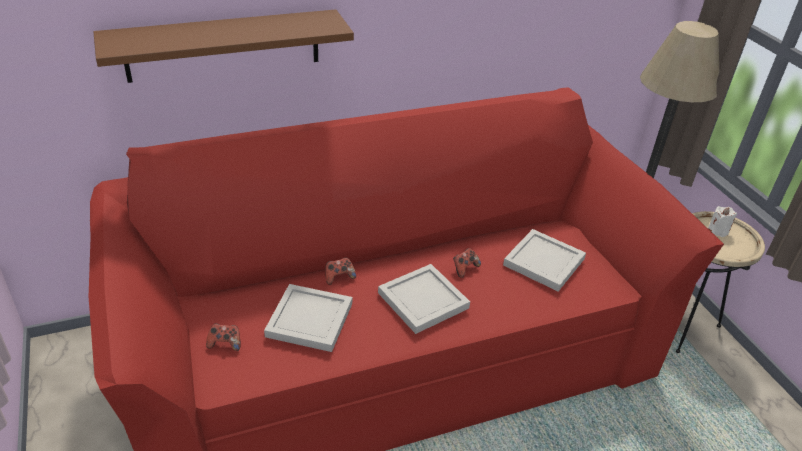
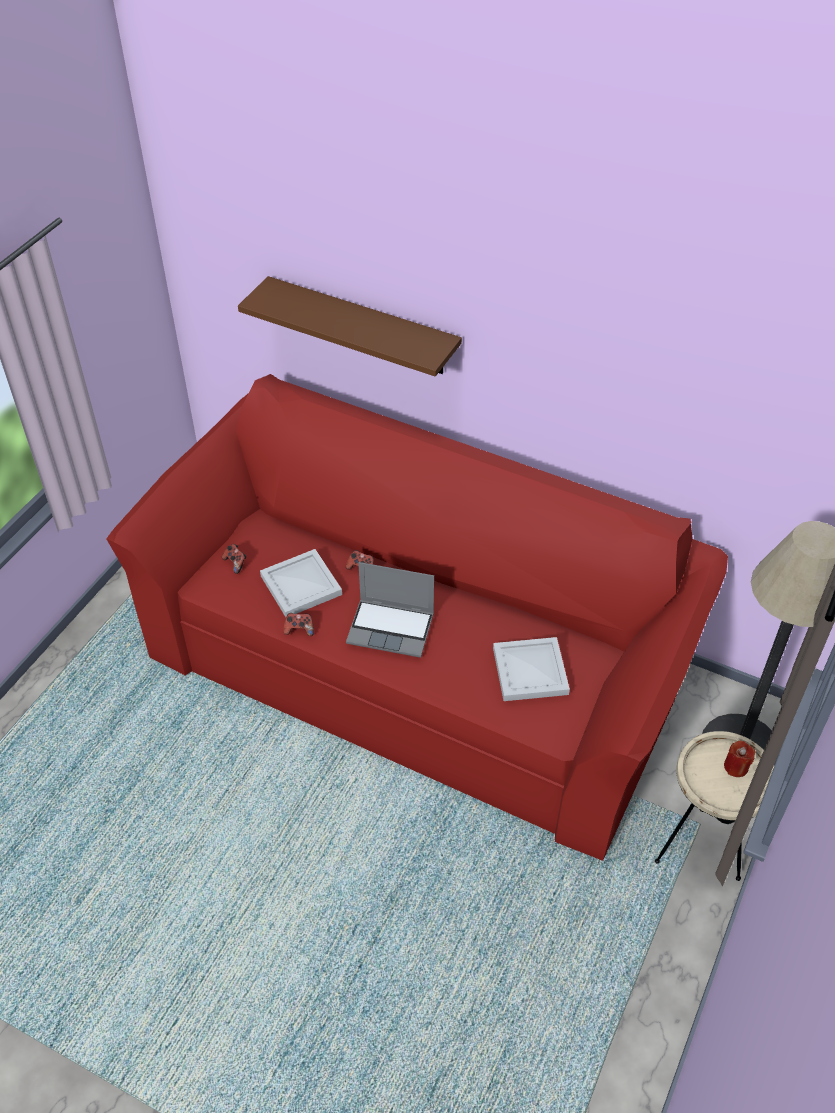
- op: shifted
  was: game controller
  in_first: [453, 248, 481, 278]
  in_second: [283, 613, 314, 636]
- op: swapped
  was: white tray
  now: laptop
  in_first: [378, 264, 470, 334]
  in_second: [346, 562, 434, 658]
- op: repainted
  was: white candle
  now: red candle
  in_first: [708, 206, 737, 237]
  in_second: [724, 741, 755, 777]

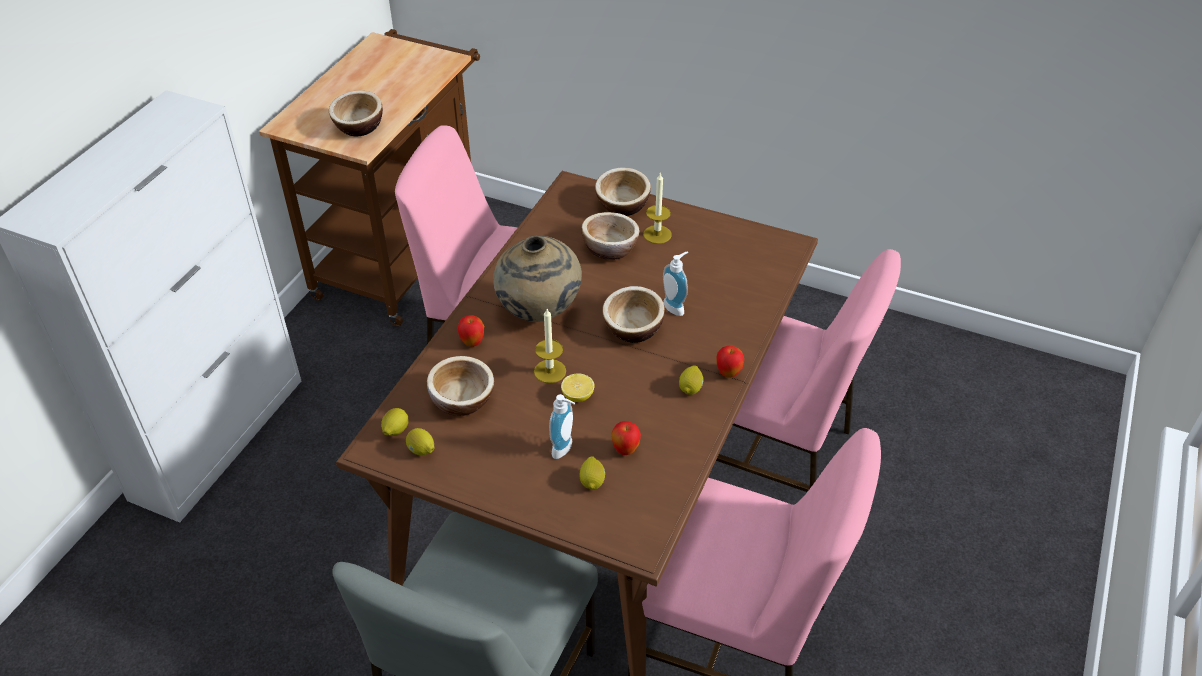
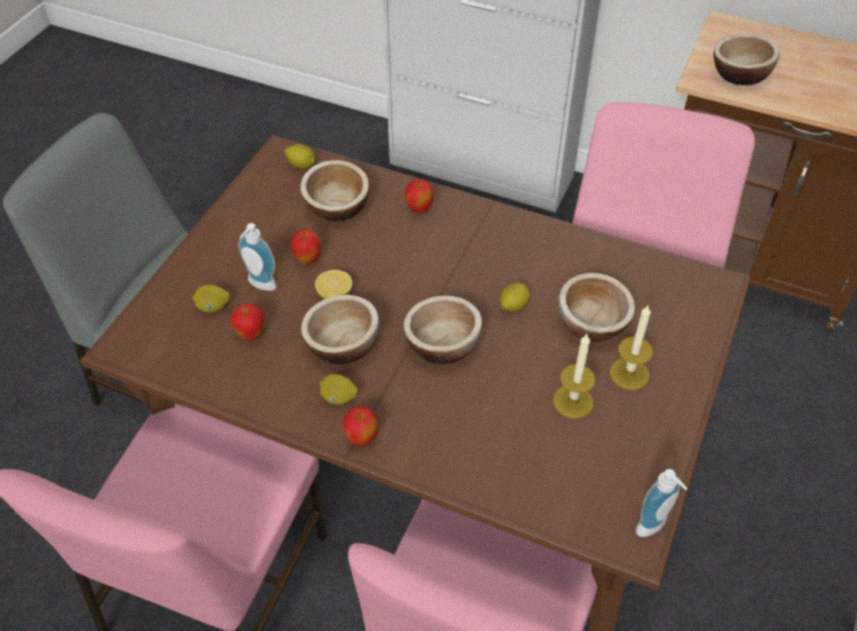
- op: new
  now: apple
  in_second: [291, 229, 321, 264]
- op: shifted
  was: bowl
  in_first: [595, 167, 651, 216]
  in_second: [301, 295, 379, 365]
- op: shifted
  was: lemon
  in_first: [406, 428, 434, 455]
  in_second: [500, 282, 530, 312]
- op: shifted
  was: candle
  in_first: [534, 309, 566, 383]
  in_second: [553, 334, 596, 419]
- op: shifted
  was: soap dispenser
  in_first: [663, 251, 688, 316]
  in_second: [636, 469, 688, 537]
- op: gone
  was: beige vase
  in_first: [493, 235, 582, 322]

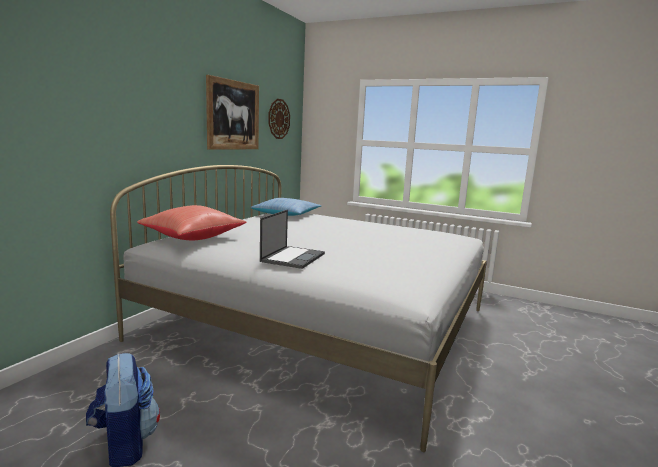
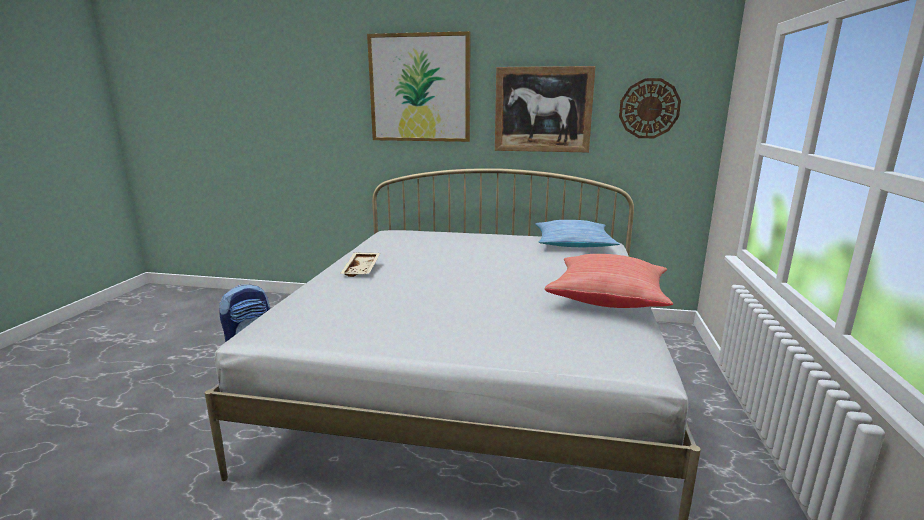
- op: swapped
  was: laptop
  now: beige tray
  in_first: [260, 210, 325, 269]
  in_second: [340, 253, 380, 277]
- op: new
  now: picture
  in_second: [367, 31, 470, 142]
- op: shifted
  was: red pillow
  in_first: [137, 205, 247, 240]
  in_second: [544, 254, 673, 308]

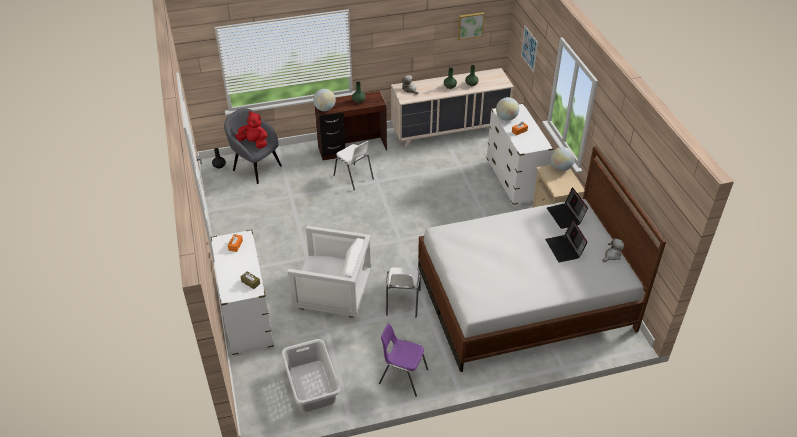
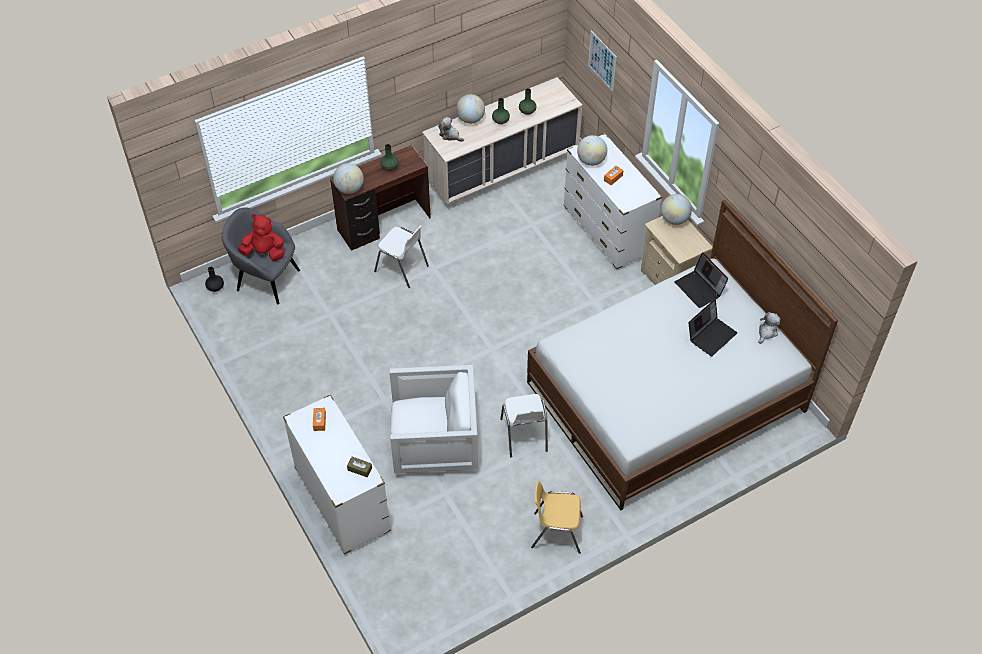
- op: new
  now: globe
  in_second: [456, 94, 485, 124]
- op: repainted
  was: purple chair
  now: yellow chair
  in_first: [379, 324, 428, 397]
  in_second: [531, 481, 583, 554]
- op: rotated
  was: laptop
  in_first: [545, 219, 588, 262]
  in_second: [688, 299, 737, 357]
  clockwise: -105
- op: gone
  was: grey laundry basket
  in_first: [281, 339, 341, 412]
- op: gone
  was: picture
  in_first: [458, 12, 485, 40]

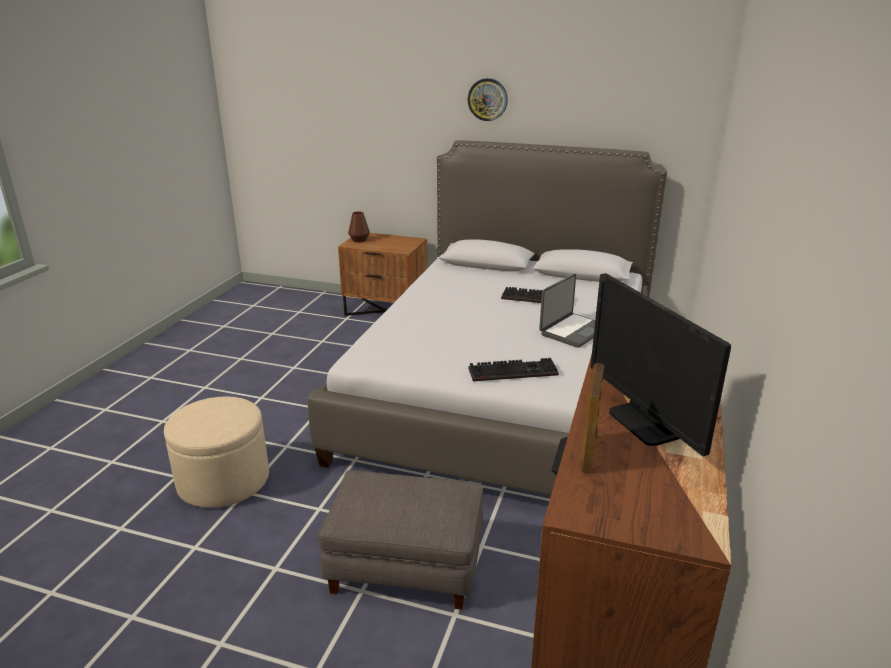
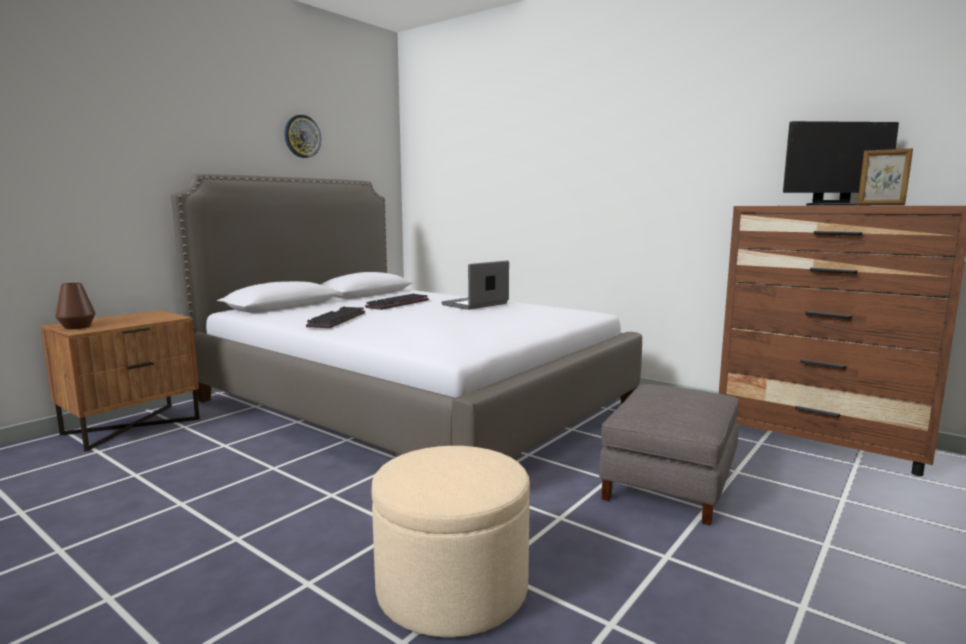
- op: shifted
  was: wall clock
  in_first: [468, 78, 508, 121]
  in_second: [284, 115, 321, 158]
- op: shifted
  was: keyboard
  in_first: [469, 358, 559, 382]
  in_second: [306, 307, 365, 328]
- op: rotated
  was: laptop
  in_first: [539, 274, 595, 348]
  in_second: [441, 261, 509, 310]
  clockwise: -105

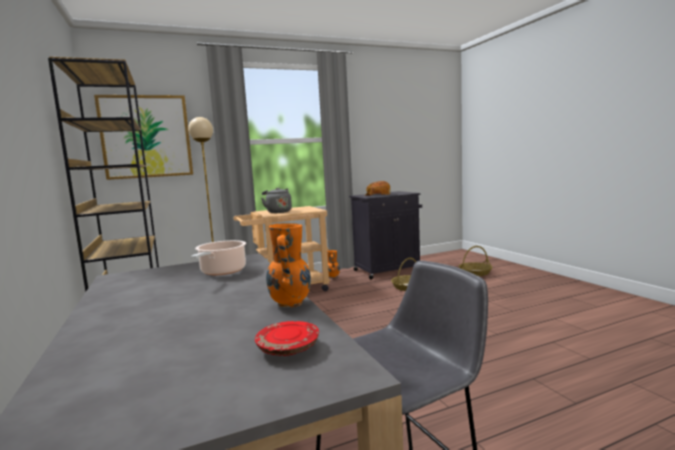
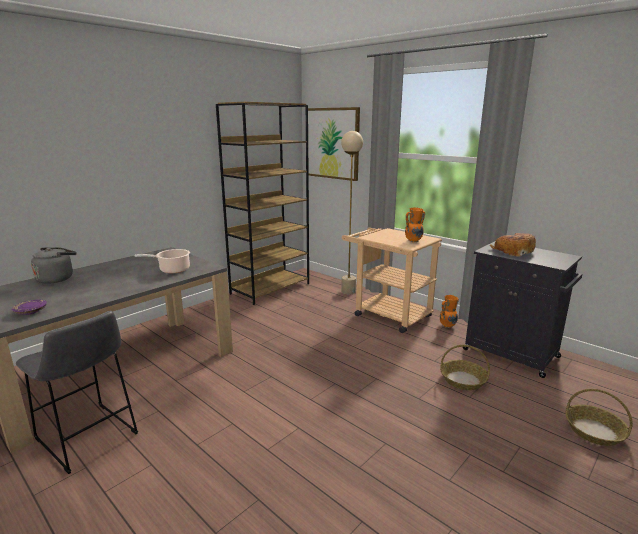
- op: repainted
  was: red plate
  now: purple plate
  in_first: [255, 321, 319, 356]
  in_second: [12, 300, 47, 315]
- op: shifted
  was: grey kettle
  in_first: [261, 188, 292, 213]
  in_second: [31, 247, 76, 284]
- op: shifted
  was: orange vase
  in_first: [266, 223, 311, 307]
  in_second: [405, 208, 425, 242]

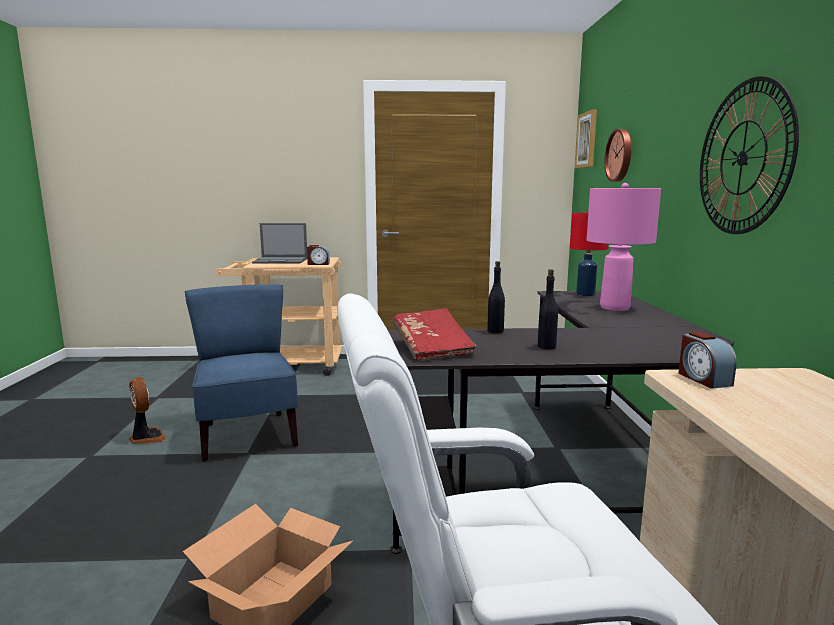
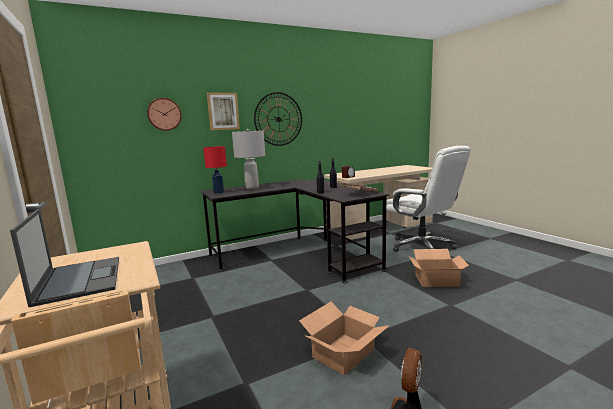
- op: shifted
  was: picture
  in_first: [575, 109, 597, 168]
  in_second: [207, 93, 240, 130]
- op: repainted
  was: pink table lamp
  now: grey table lamp
  in_first: [587, 183, 661, 311]
  in_second: [232, 129, 265, 189]
- op: swapped
  was: blue chair
  now: cardboard box
  in_first: [185, 284, 298, 462]
  in_second: [299, 302, 390, 376]
- op: gone
  was: alarm clock
  in_first: [307, 245, 330, 265]

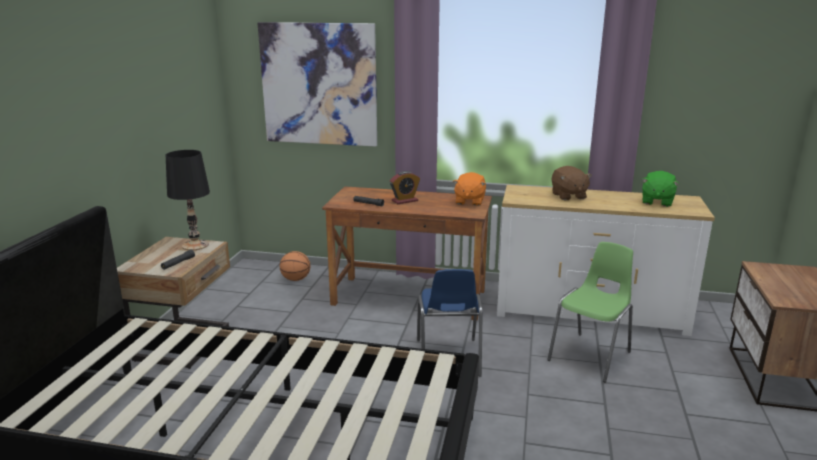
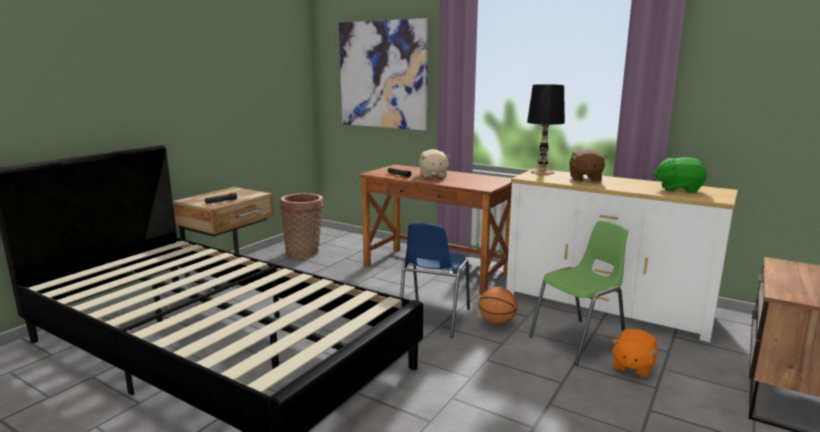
- op: new
  now: basket
  in_second: [280, 193, 323, 259]
- op: swapped
  was: alarm clock
  now: beige plush toy
  in_first: [390, 171, 420, 204]
  in_second: [419, 149, 451, 178]
- op: shifted
  was: basketball
  in_first: [280, 251, 311, 281]
  in_second: [479, 287, 517, 325]
- op: shifted
  was: black table lamp
  in_first: [166, 150, 210, 250]
  in_second: [527, 84, 565, 175]
- op: shifted
  was: orange plush toy
  in_first: [453, 172, 486, 206]
  in_second: [611, 329, 658, 378]
- op: rotated
  was: green plush toy
  in_first: [641, 171, 679, 207]
  in_second: [653, 157, 707, 193]
  clockwise: 60

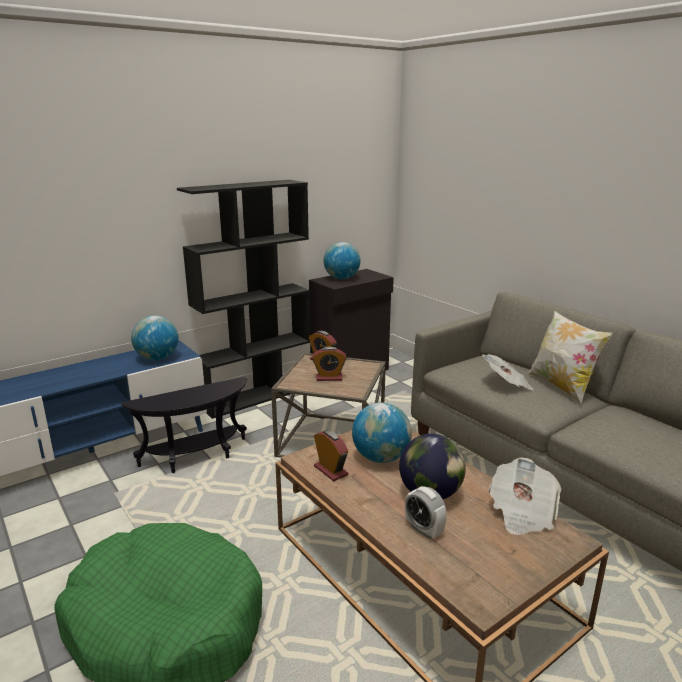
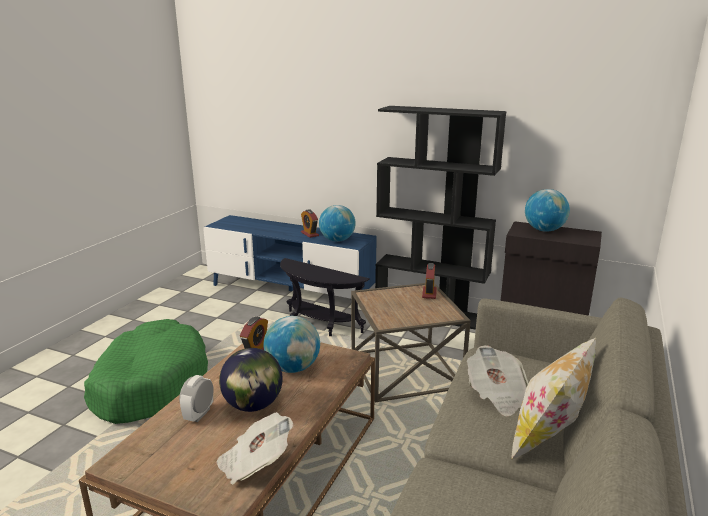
- op: shifted
  was: alarm clock
  in_first: [312, 347, 346, 381]
  in_second: [301, 209, 319, 238]

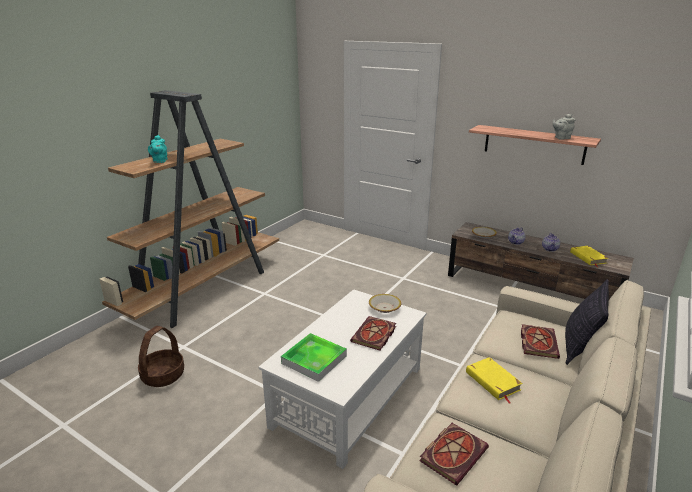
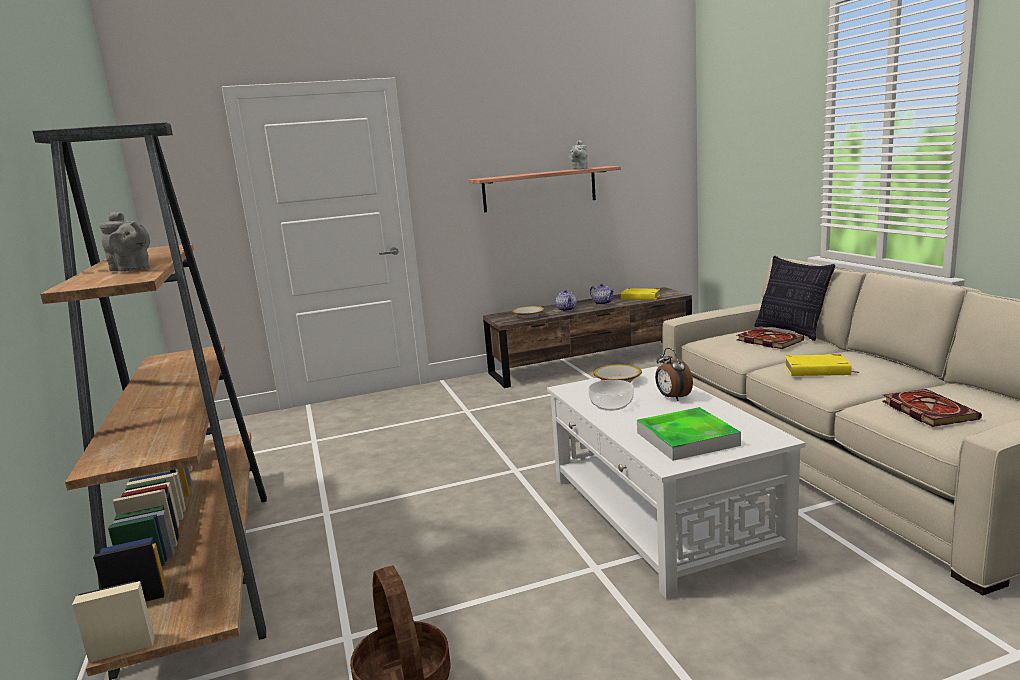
- op: repainted
  was: turquoise teapot
  now: grey teapot
  in_first: [148, 135, 168, 163]
  in_second: [100, 211, 150, 272]
- op: new
  now: bowl
  in_second: [588, 380, 634, 411]
- op: swapped
  was: book
  now: alarm clock
  in_first: [350, 316, 396, 351]
  in_second: [655, 348, 693, 401]

